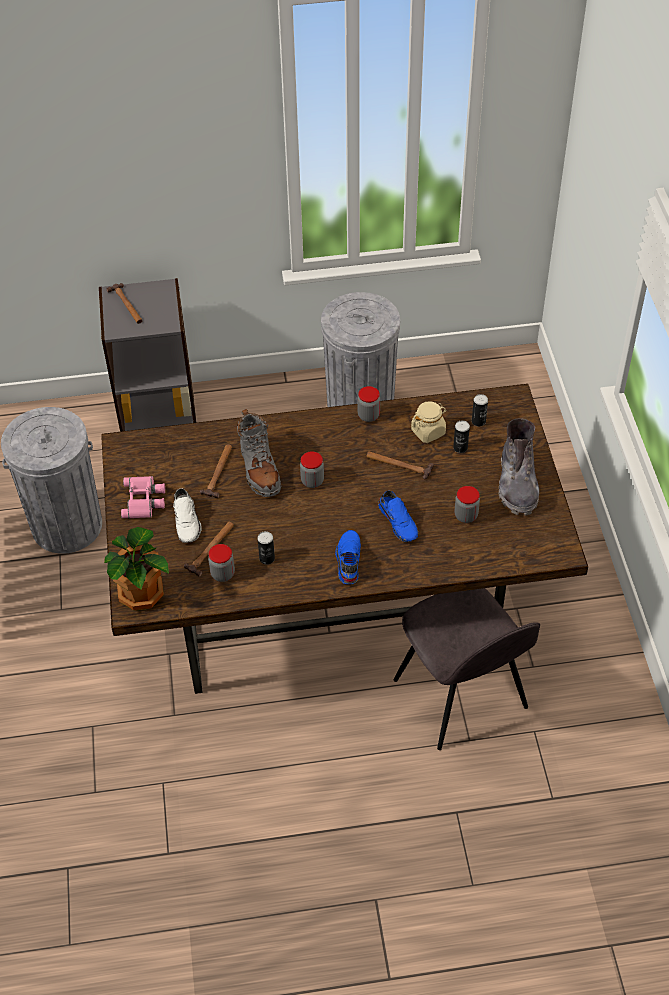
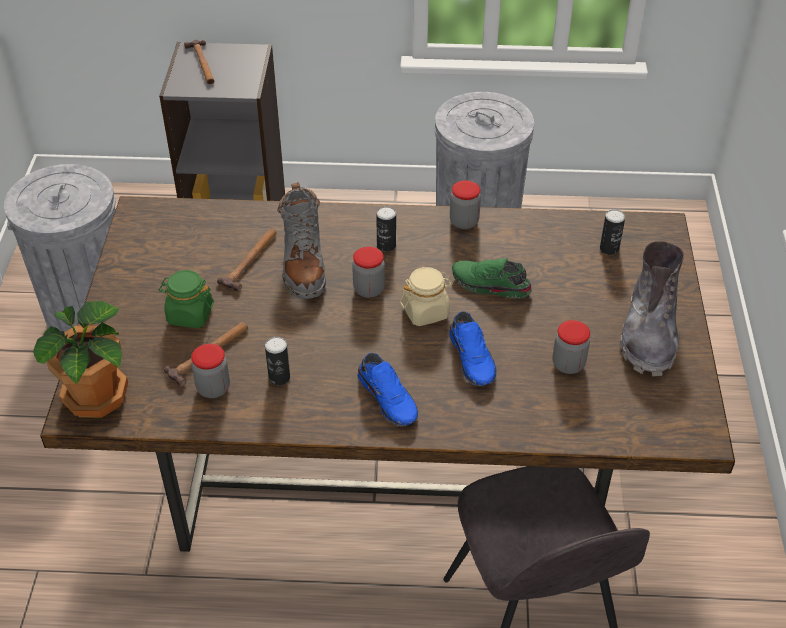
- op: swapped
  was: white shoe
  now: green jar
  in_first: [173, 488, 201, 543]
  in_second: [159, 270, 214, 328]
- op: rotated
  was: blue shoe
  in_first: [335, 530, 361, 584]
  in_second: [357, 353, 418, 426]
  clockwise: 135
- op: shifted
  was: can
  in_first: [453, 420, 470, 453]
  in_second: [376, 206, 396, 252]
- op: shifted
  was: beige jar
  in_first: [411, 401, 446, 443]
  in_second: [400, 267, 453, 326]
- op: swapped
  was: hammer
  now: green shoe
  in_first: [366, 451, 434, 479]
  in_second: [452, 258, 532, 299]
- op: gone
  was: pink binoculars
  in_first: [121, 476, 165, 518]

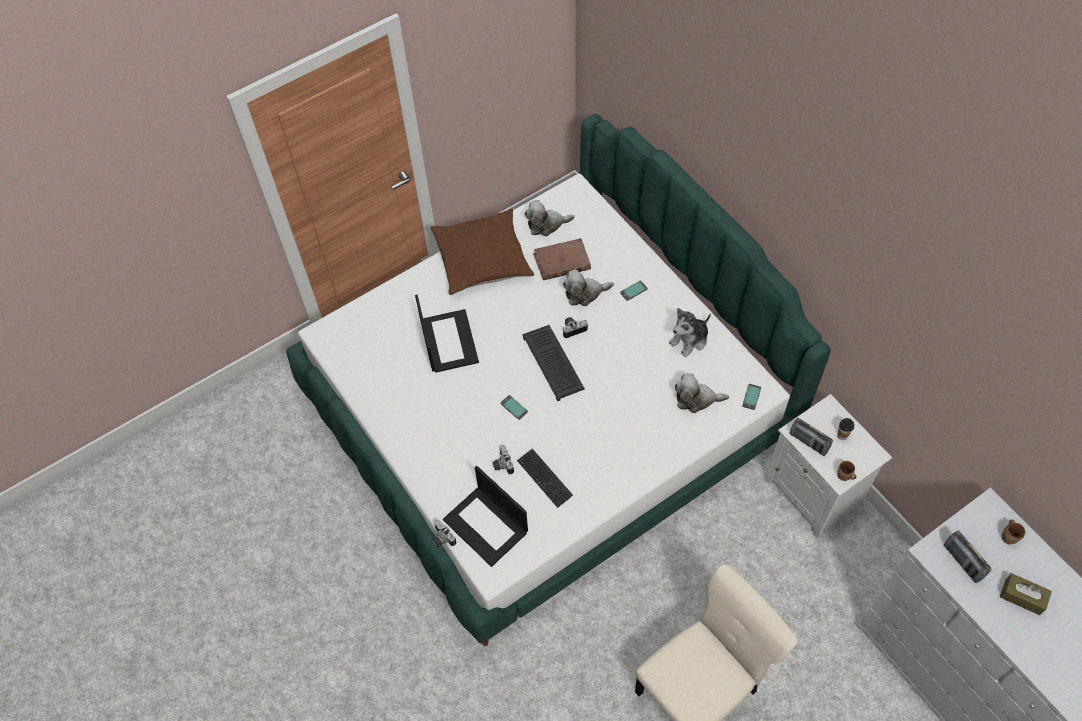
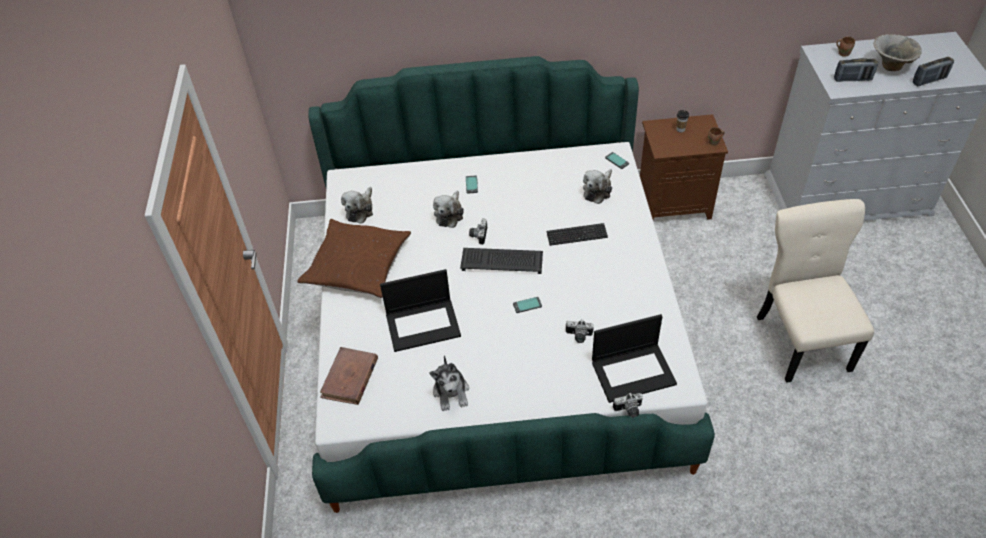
- op: shifted
  was: brown book
  in_first: [533, 238, 591, 280]
  in_second: [320, 347, 378, 405]
- op: rotated
  was: laptop
  in_first: [415, 294, 479, 373]
  in_second: [380, 269, 461, 352]
  clockwise: 150
- op: shifted
  was: plush toy
  in_first: [669, 308, 711, 357]
  in_second: [429, 355, 469, 411]
- op: shifted
  was: keyboard
  in_first: [517, 449, 573, 508]
  in_second: [546, 223, 608, 246]
- op: repainted
  was: white nightstand
  now: brown nightstand
  in_first: [765, 394, 892, 538]
  in_second: [640, 114, 728, 220]
- op: swapped
  was: brown tissue box
  now: bowl
  in_first: [1000, 573, 1052, 615]
  in_second: [874, 34, 922, 71]
- op: shifted
  was: radio
  in_first: [790, 418, 833, 456]
  in_second: [912, 57, 954, 86]

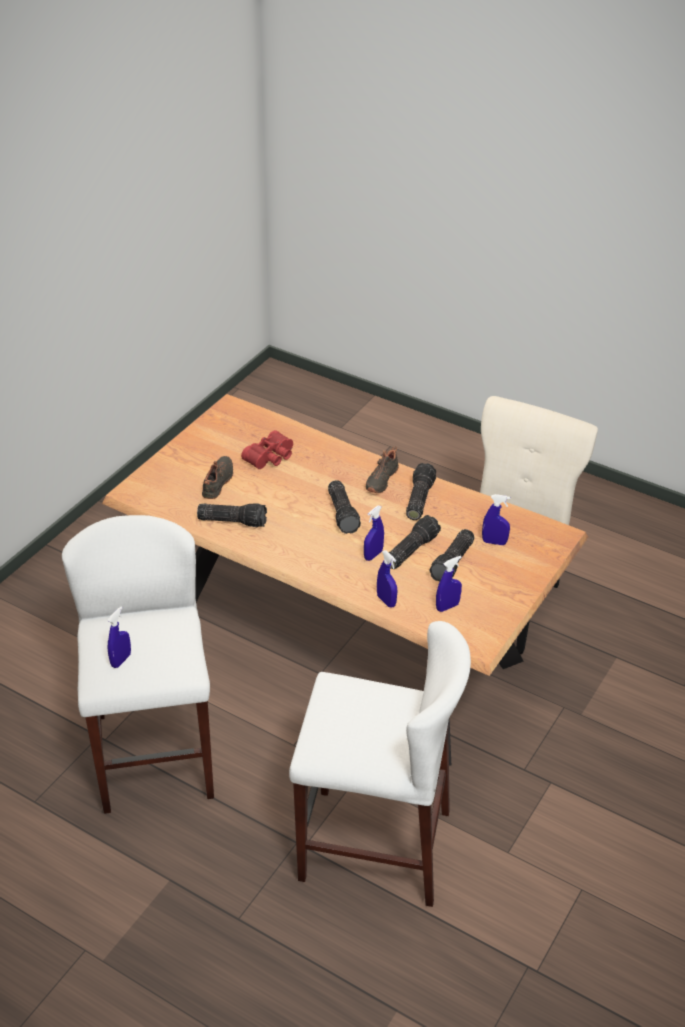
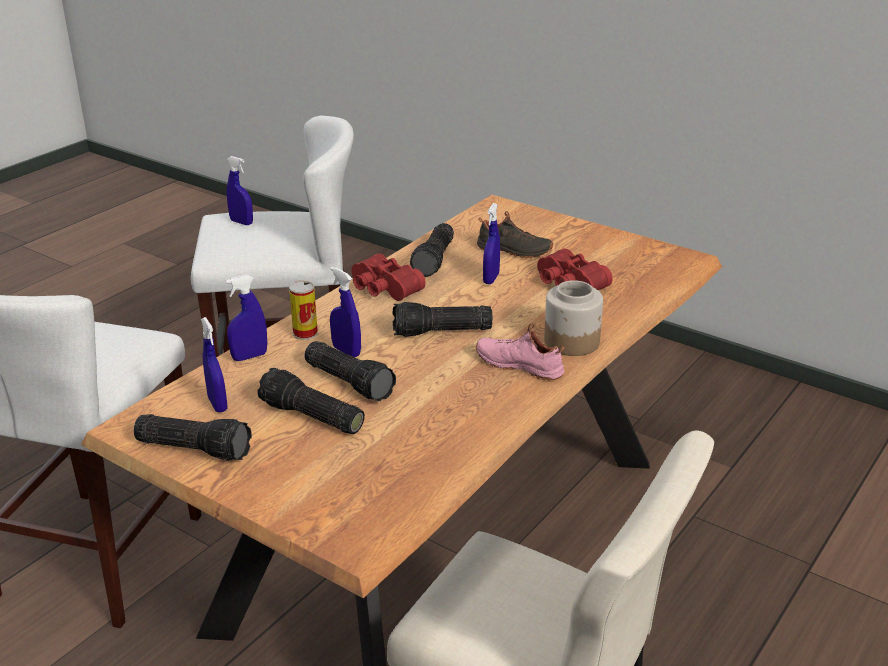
- op: shifted
  was: flashlight
  in_first: [406, 463, 436, 520]
  in_second: [134, 414, 252, 461]
- op: new
  now: can
  in_second: [289, 280, 318, 340]
- op: new
  now: red binoculars
  in_second: [351, 254, 426, 301]
- op: repainted
  was: black shoe
  now: pink shoe
  in_first: [366, 446, 399, 493]
  in_second: [476, 323, 564, 381]
- op: shifted
  was: blue spray bottle
  in_first: [482, 494, 510, 545]
  in_second: [483, 203, 500, 284]
- op: new
  now: jar
  in_second: [544, 280, 603, 356]

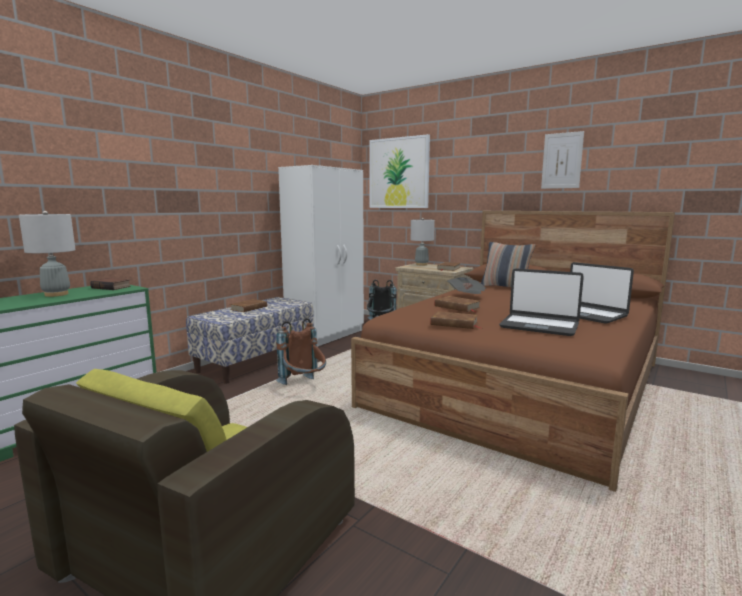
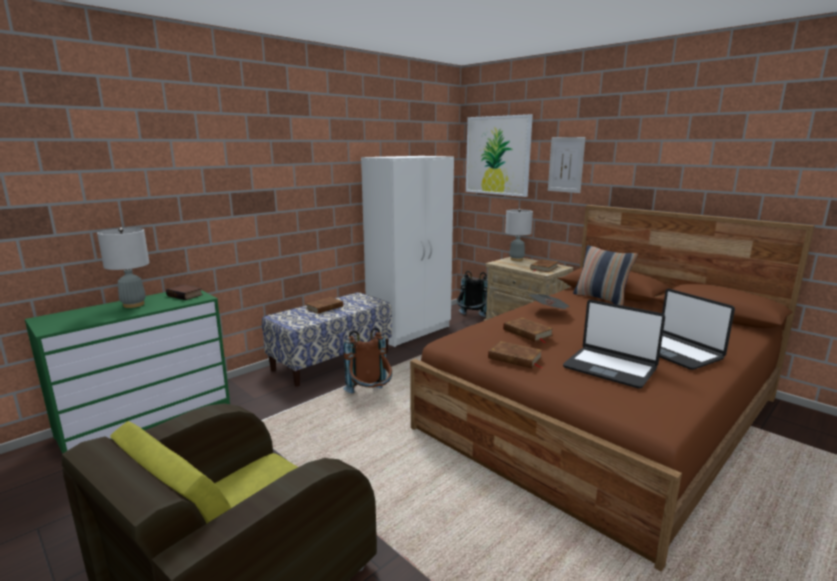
- op: shifted
  was: picture
  in_first: [541, 131, 584, 189]
  in_second: [548, 137, 586, 193]

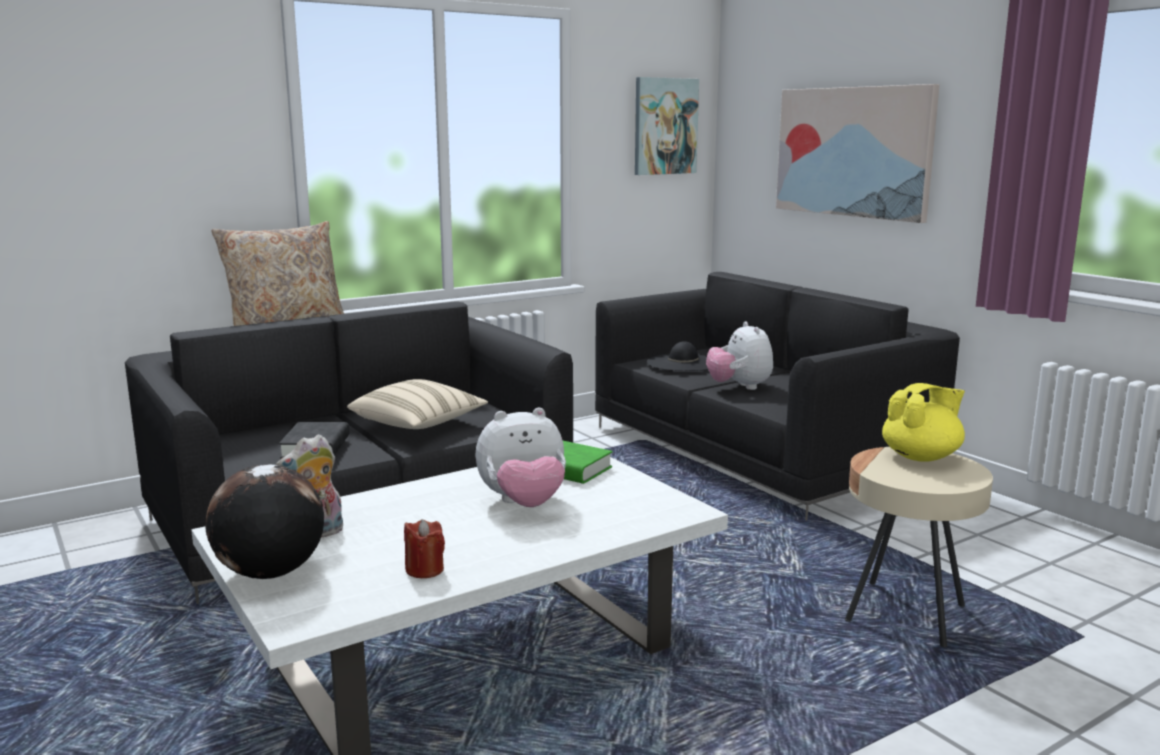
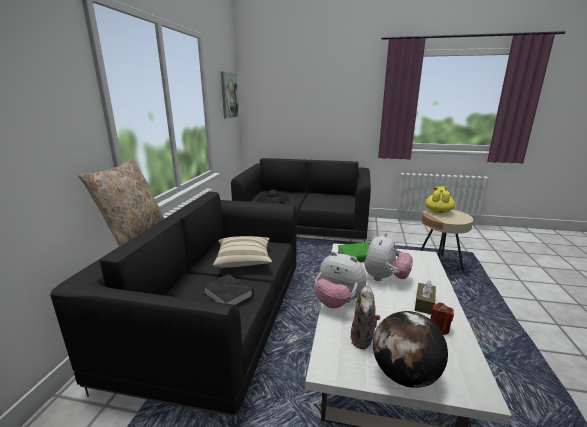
- op: shifted
  was: plush toy
  in_first: [706, 322, 773, 390]
  in_second: [314, 251, 366, 309]
- op: new
  now: brown tissue box
  in_second: [415, 280, 436, 314]
- op: gone
  was: picture
  in_first: [776, 84, 940, 223]

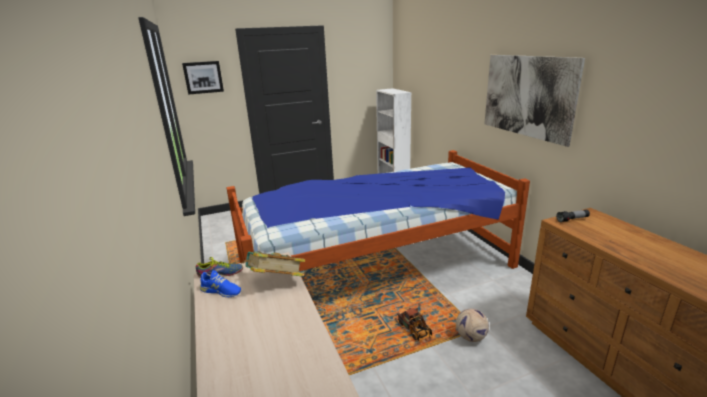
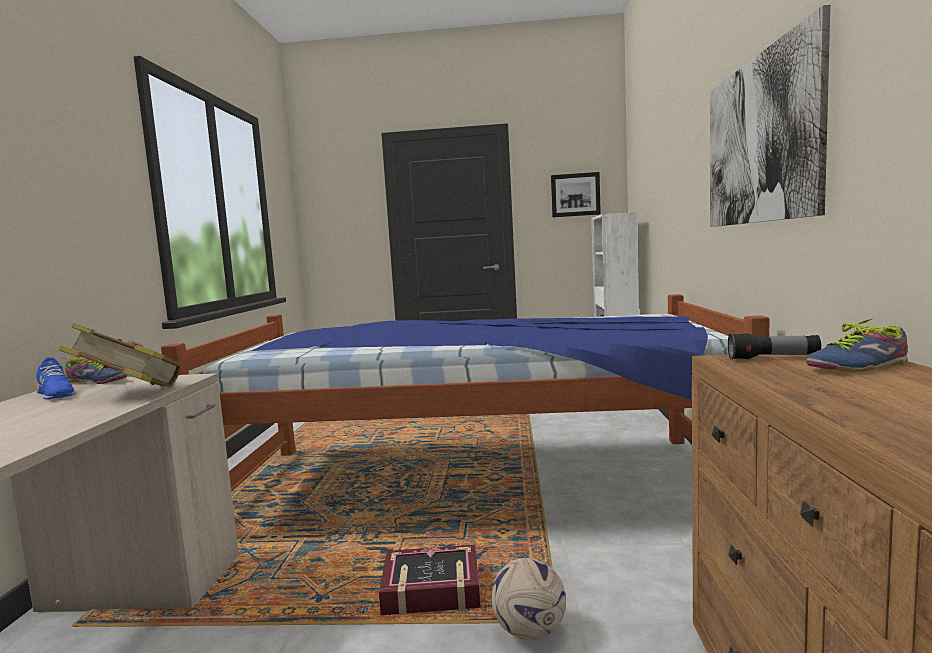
- op: swapped
  was: toy truck
  now: book
  in_first: [397, 308, 432, 342]
  in_second: [379, 545, 481, 616]
- op: shifted
  was: picture
  in_first: [182, 61, 224, 95]
  in_second: [551, 172, 601, 217]
- op: new
  now: shoe
  in_second: [806, 319, 908, 372]

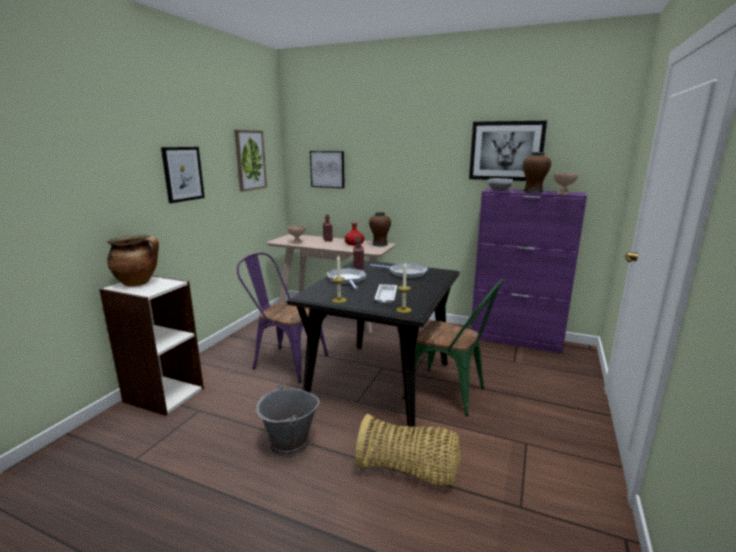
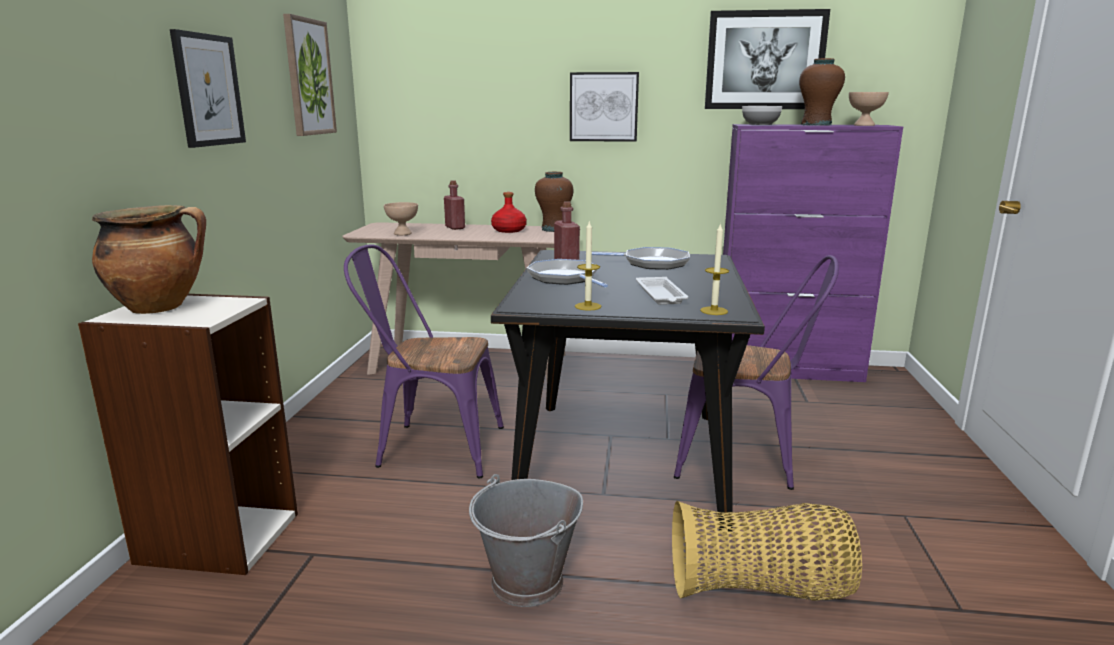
- op: shifted
  was: picture
  in_first: [310, 151, 345, 188]
  in_second: [570, 72, 639, 142]
- op: repainted
  was: green chair
  now: purple chair
  in_first: [403, 279, 504, 416]
  in_second: [674, 255, 839, 490]

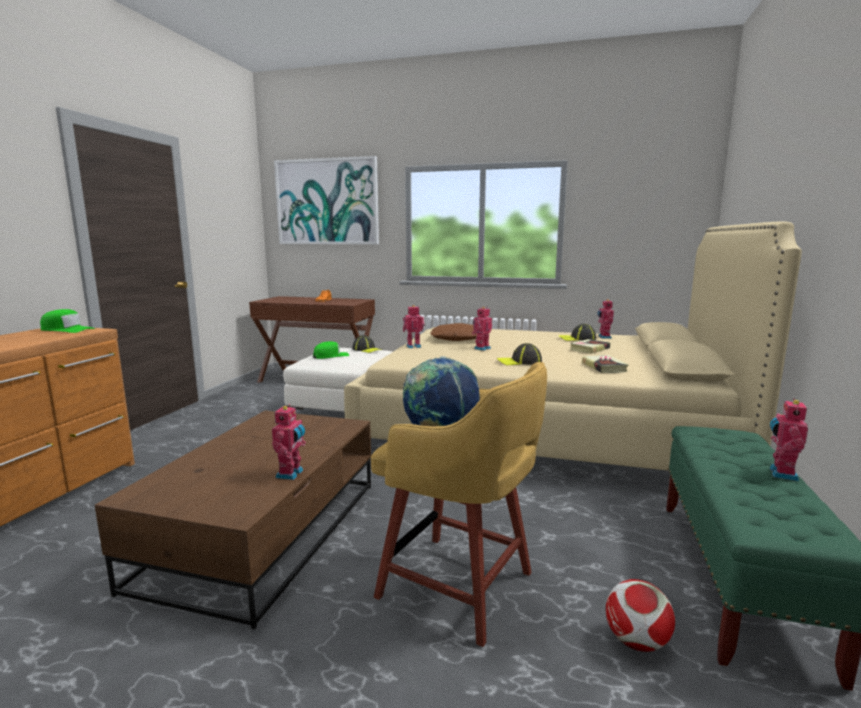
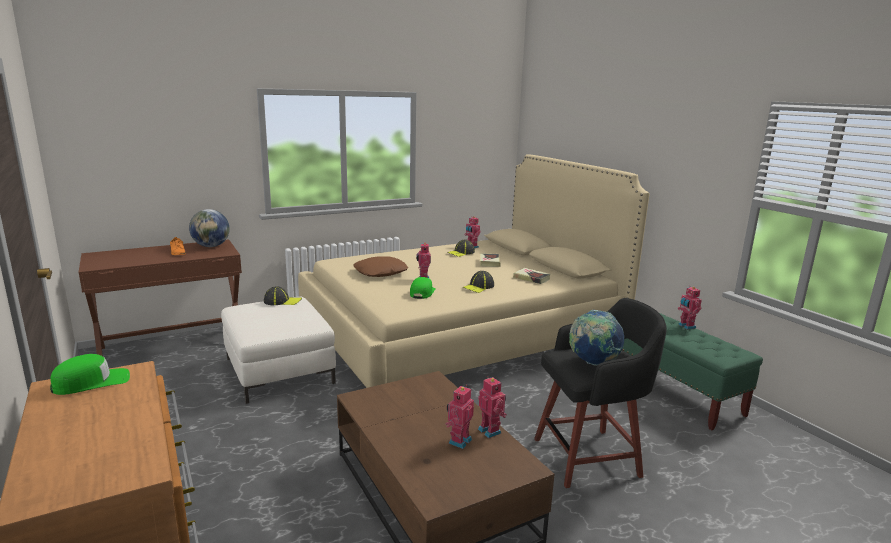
- op: new
  now: globe
  in_second: [189, 209, 230, 247]
- op: shifted
  was: green cap
  in_first: [313, 341, 349, 359]
  in_second: [410, 277, 436, 299]
- op: shifted
  was: toy robot
  in_first: [403, 305, 424, 348]
  in_second: [445, 385, 474, 449]
- op: repainted
  was: yellow stool
  now: black stool
  in_first: [371, 362, 547, 647]
  in_second: [534, 298, 667, 488]
- op: gone
  was: picture
  in_first: [274, 156, 379, 244]
- op: gone
  was: football
  in_first: [605, 579, 675, 652]

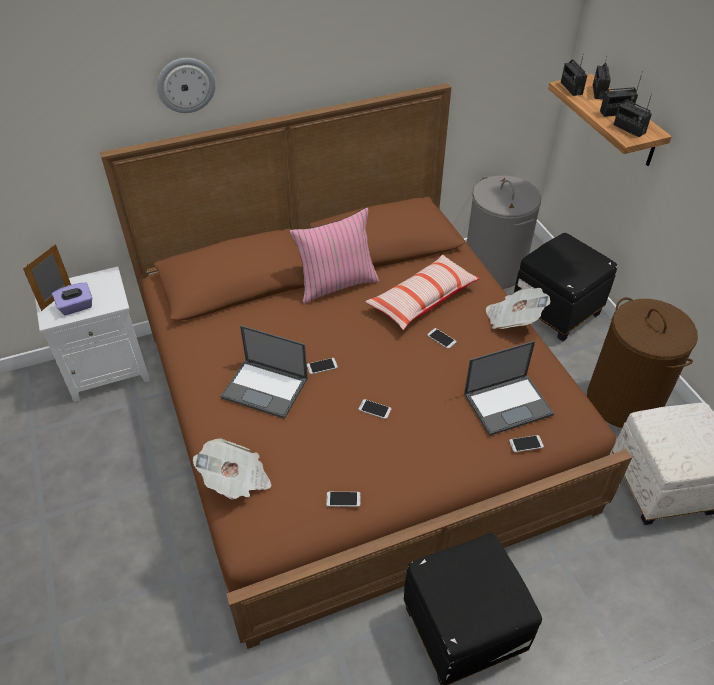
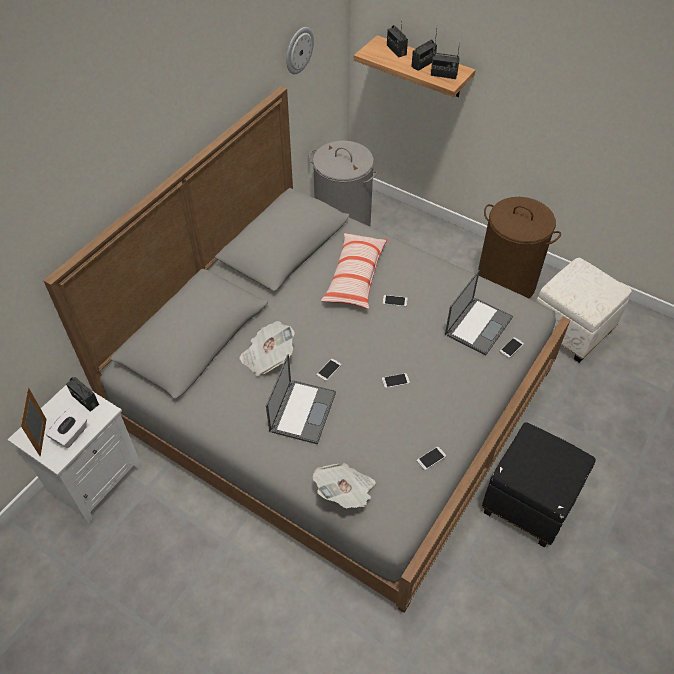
- op: repainted
  was: brown bed
  now: grey bed
  in_first: [100, 83, 632, 649]
  in_second: [43, 86, 570, 613]
- op: repainted
  was: purple tissue box
  now: white tissue box
  in_first: [52, 283, 92, 315]
  in_second: [46, 408, 87, 448]
- op: shifted
  was: radio
  in_first: [561, 53, 587, 96]
  in_second: [66, 377, 99, 412]
- op: shifted
  was: newspaper
  in_first: [486, 288, 550, 329]
  in_second: [240, 321, 295, 376]
- op: rotated
  was: laptop
  in_first: [221, 325, 308, 419]
  in_second: [266, 354, 336, 445]
  clockwise: -60
- op: shifted
  was: wall clock
  in_first: [157, 58, 216, 113]
  in_second: [286, 27, 314, 74]
- op: gone
  was: pink pillow
  in_first: [290, 208, 379, 304]
- op: gone
  was: black ottoman
  in_first: [514, 233, 618, 341]

